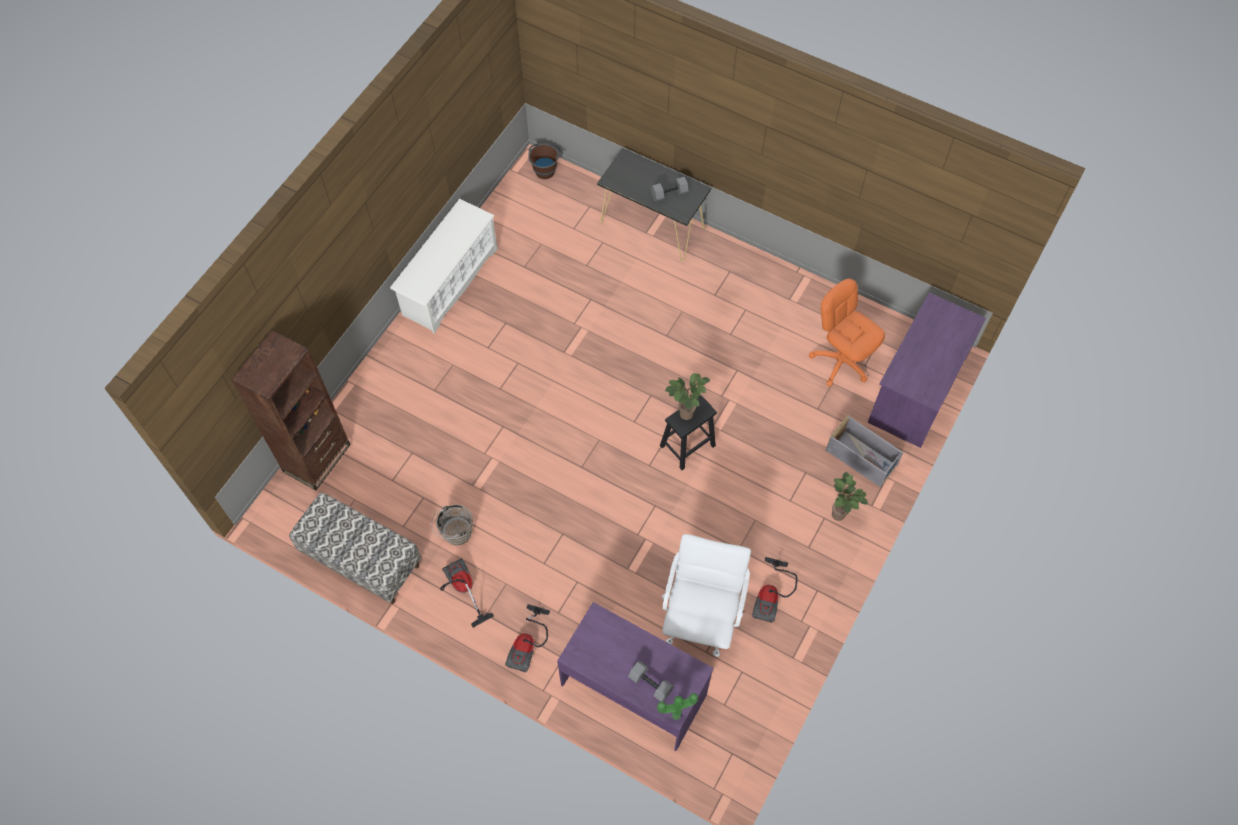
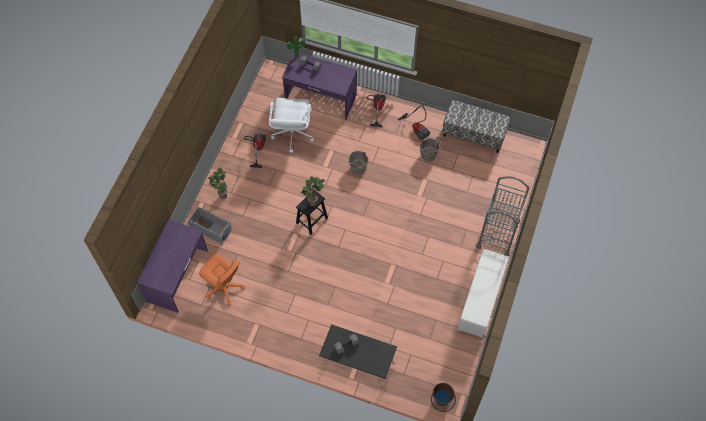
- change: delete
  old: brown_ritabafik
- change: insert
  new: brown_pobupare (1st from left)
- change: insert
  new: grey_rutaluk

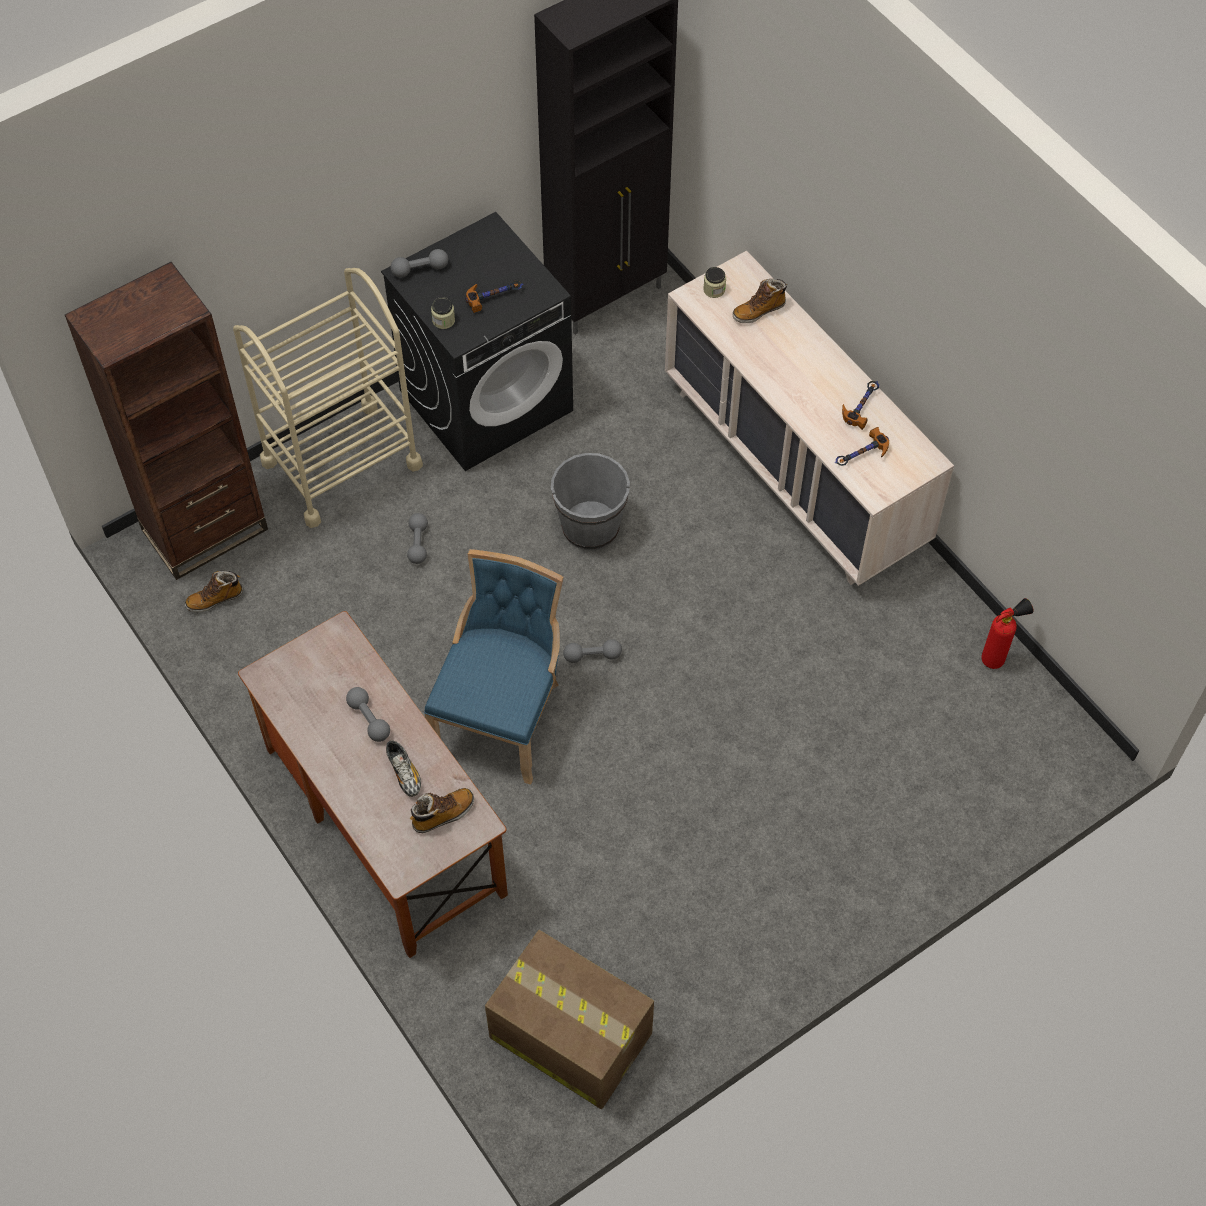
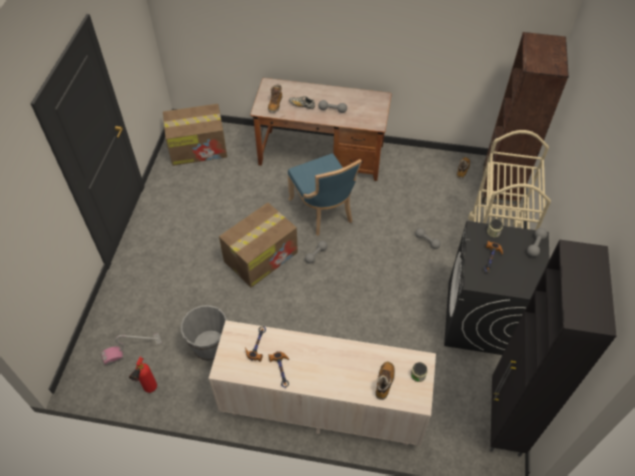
- change: move
  old: grey_pobupare
- change: insert
  new: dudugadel
- change: insert
  new: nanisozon (2nd from left)

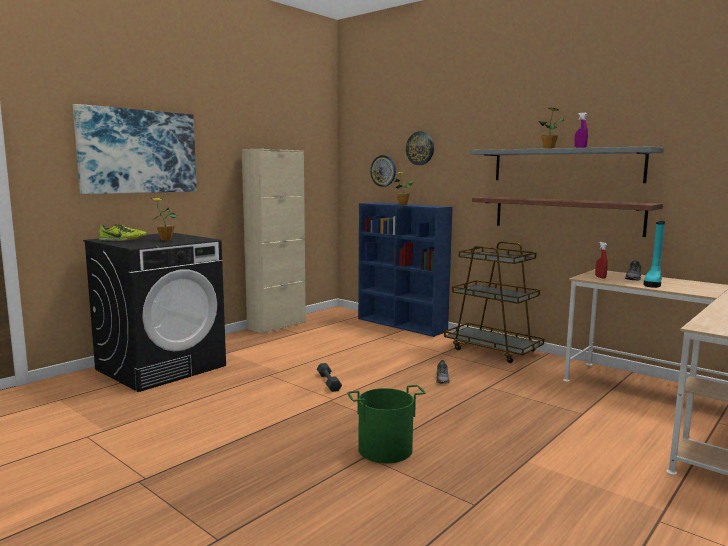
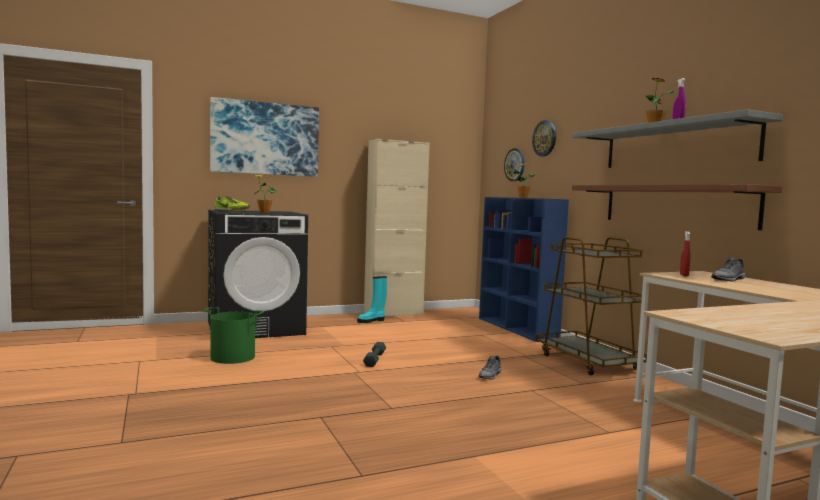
- change: move
  old: green_pobupare
- change: move
  old: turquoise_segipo

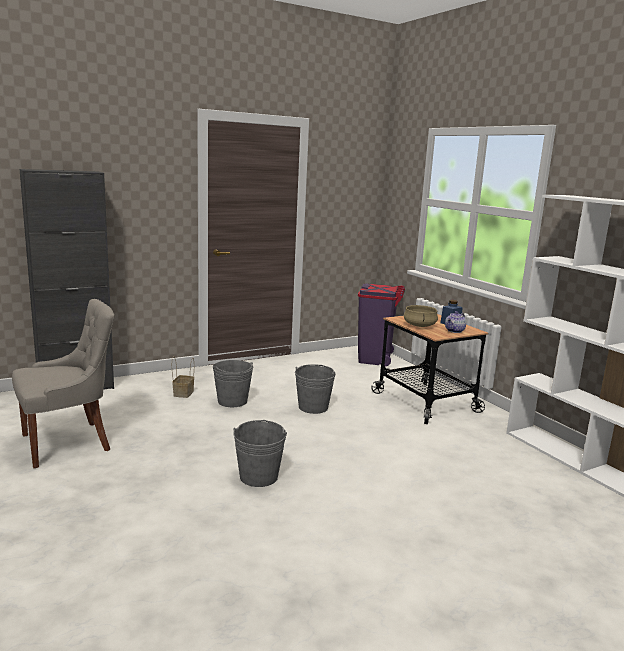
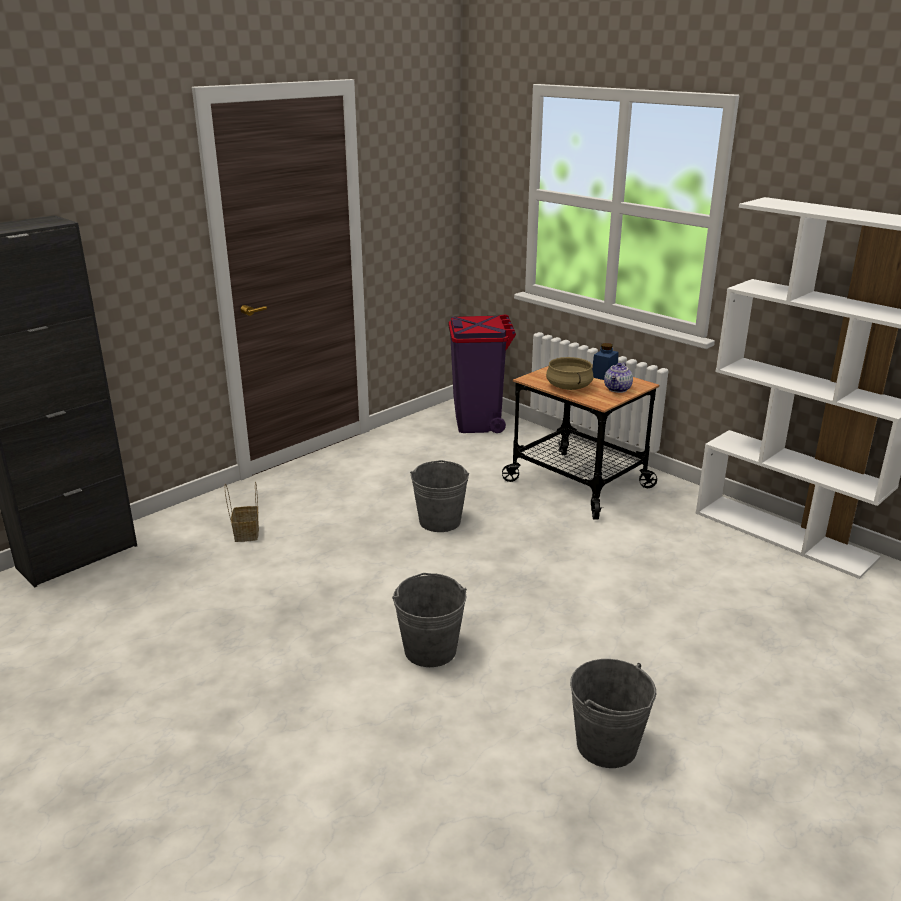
- change: delete
  old: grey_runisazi
- change: move
  old: grey_pobupare (1st from left in the first image)
  new: grey_pobupare (3rd from left)

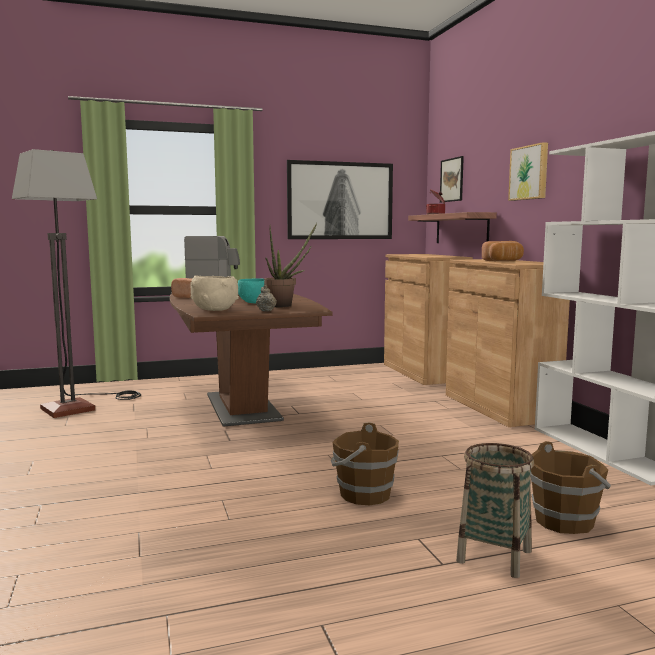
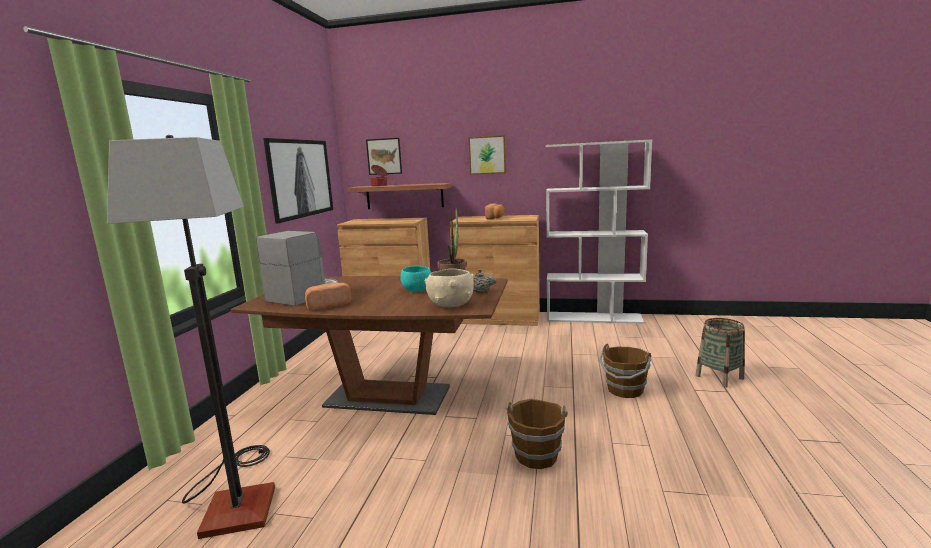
- change: move
  old: brown_pobupare (2nd from left in the first image)
  new: brown_pobupare (1st from left)

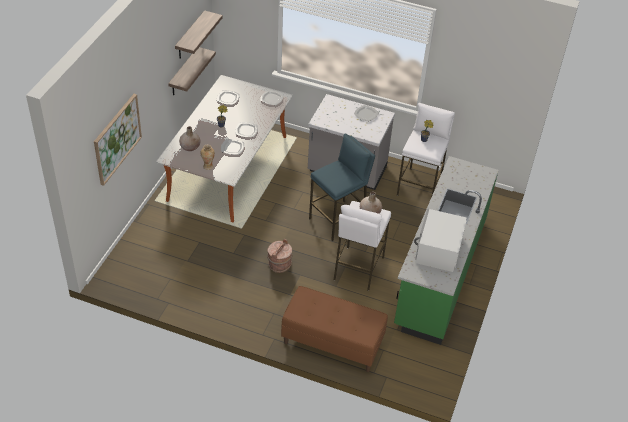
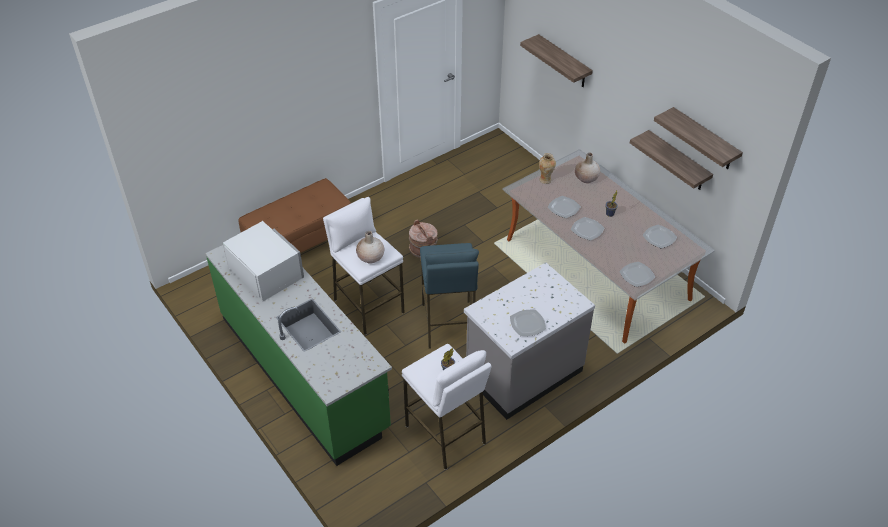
- change: replace
  old: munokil
  new: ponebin (1st from left)

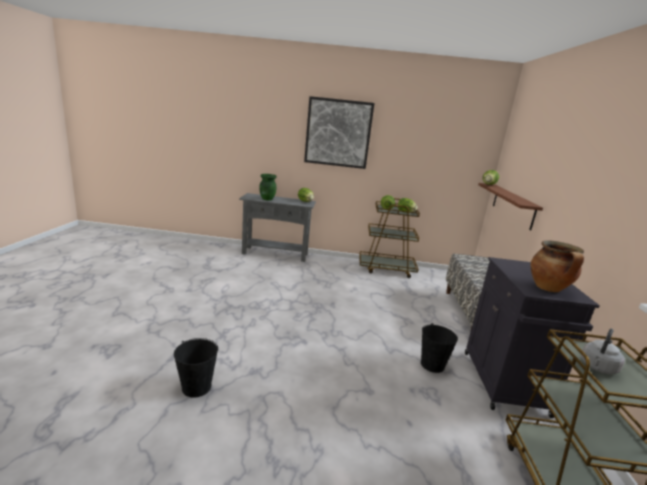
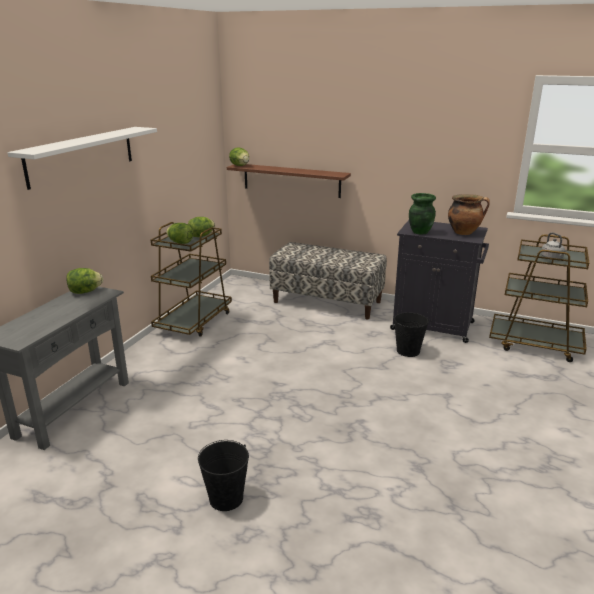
- change: move
  old: black_pobupare (1st from left)
- change: move
  old: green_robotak
- change: replace
  old: munokil
  new: white_ponebin

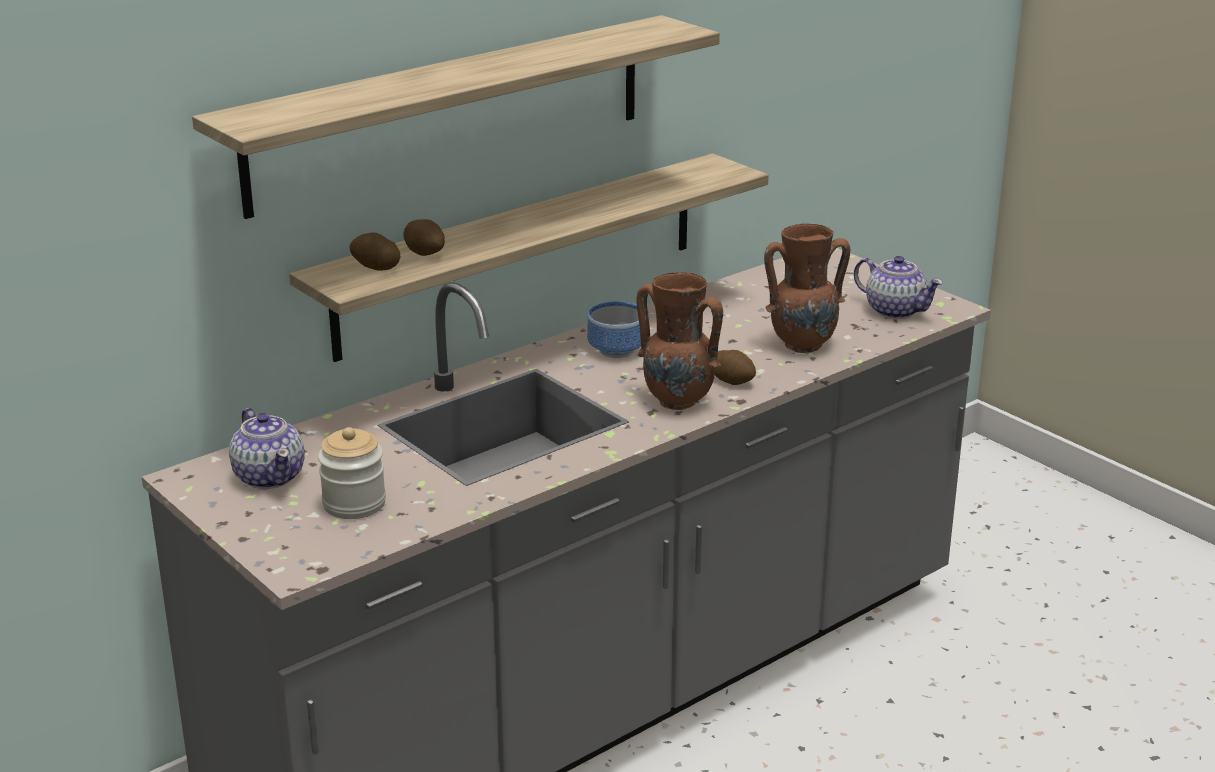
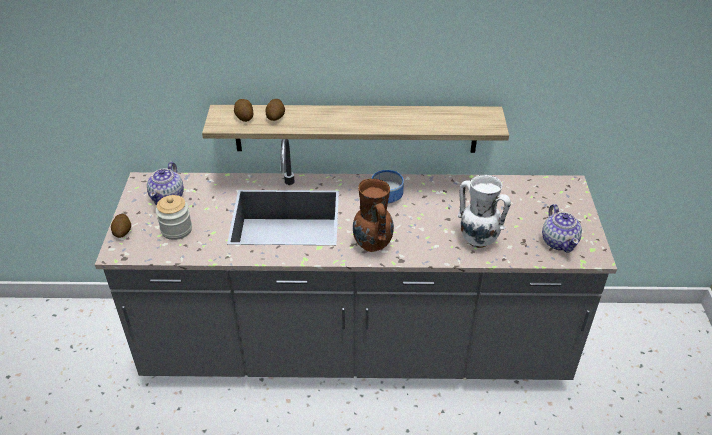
- change: delete
  old: ponebin (1st from left)
- change: move
  old: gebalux (3rd from left in the first image)
  new: gebalux (1st from left)
- change: recolor
  old: brown_robotak (2nd from left)
  new: white_robotak

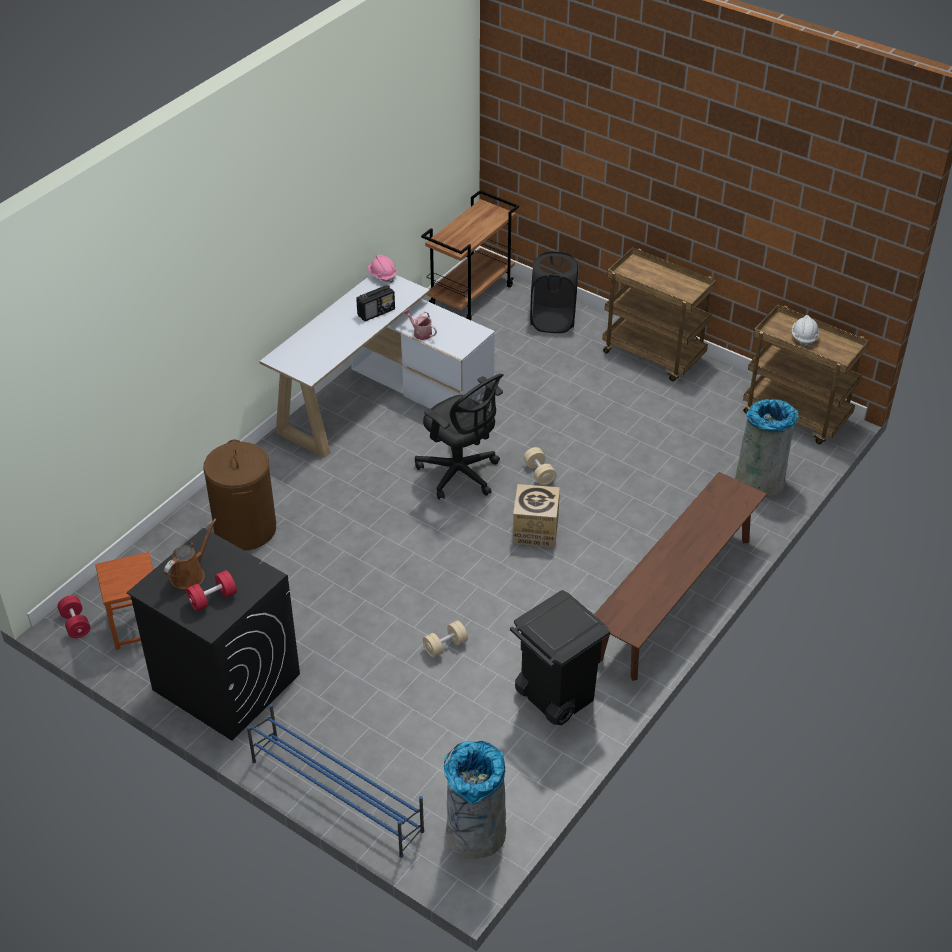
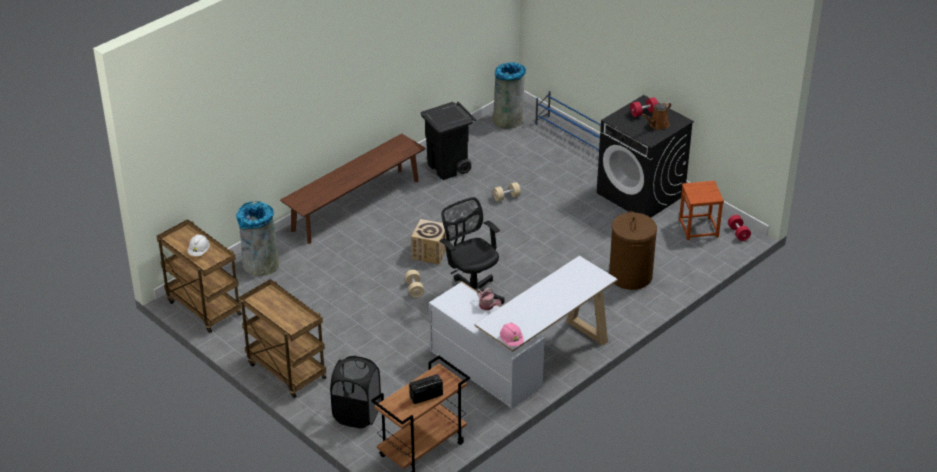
- change: move
  old: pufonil

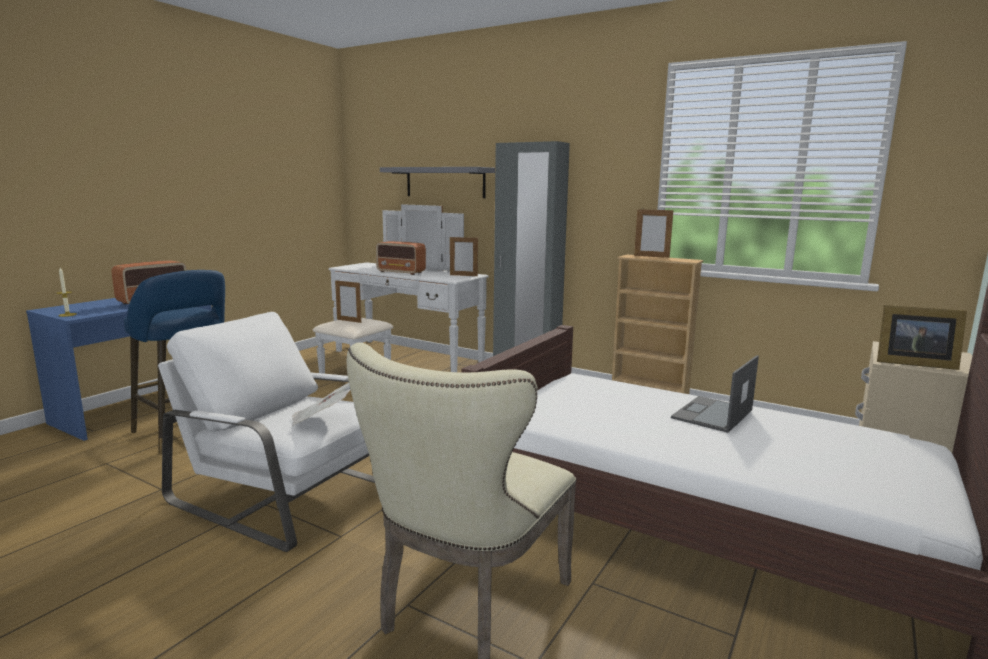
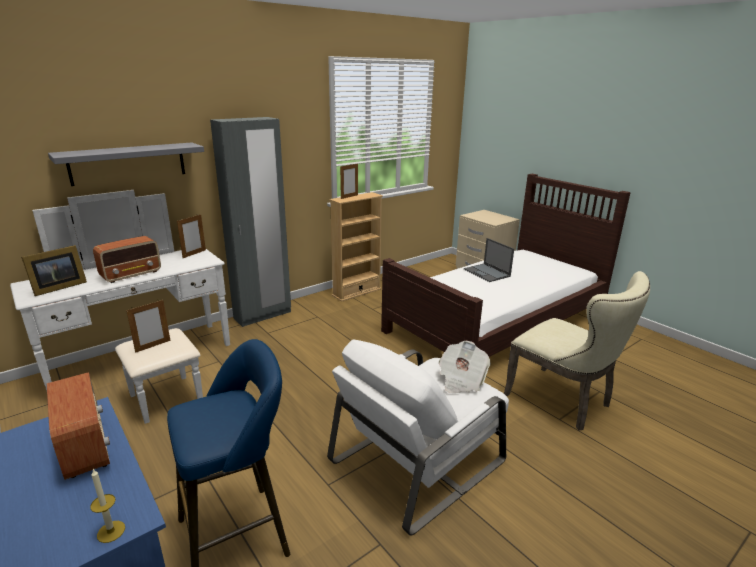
- change: move
  old: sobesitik (4th from left in the first image)
  new: sobesitik (1st from left)

